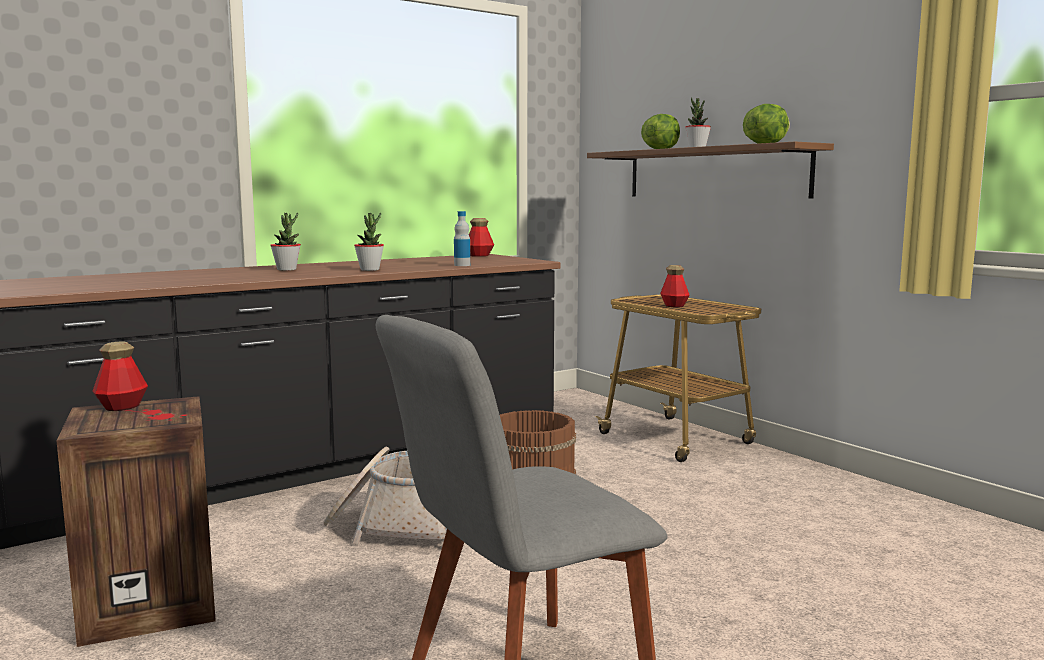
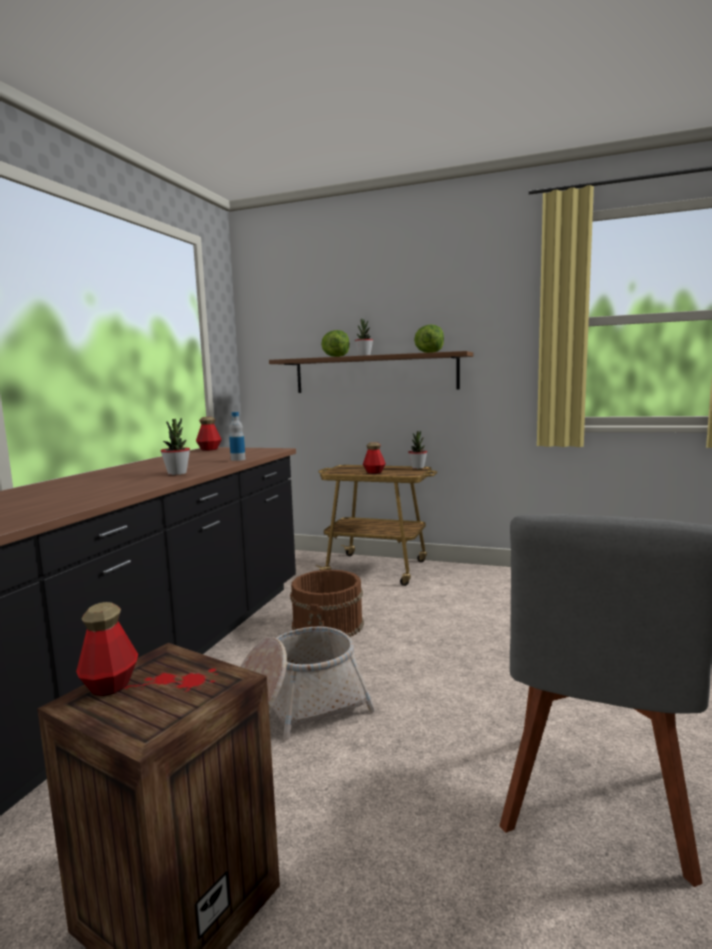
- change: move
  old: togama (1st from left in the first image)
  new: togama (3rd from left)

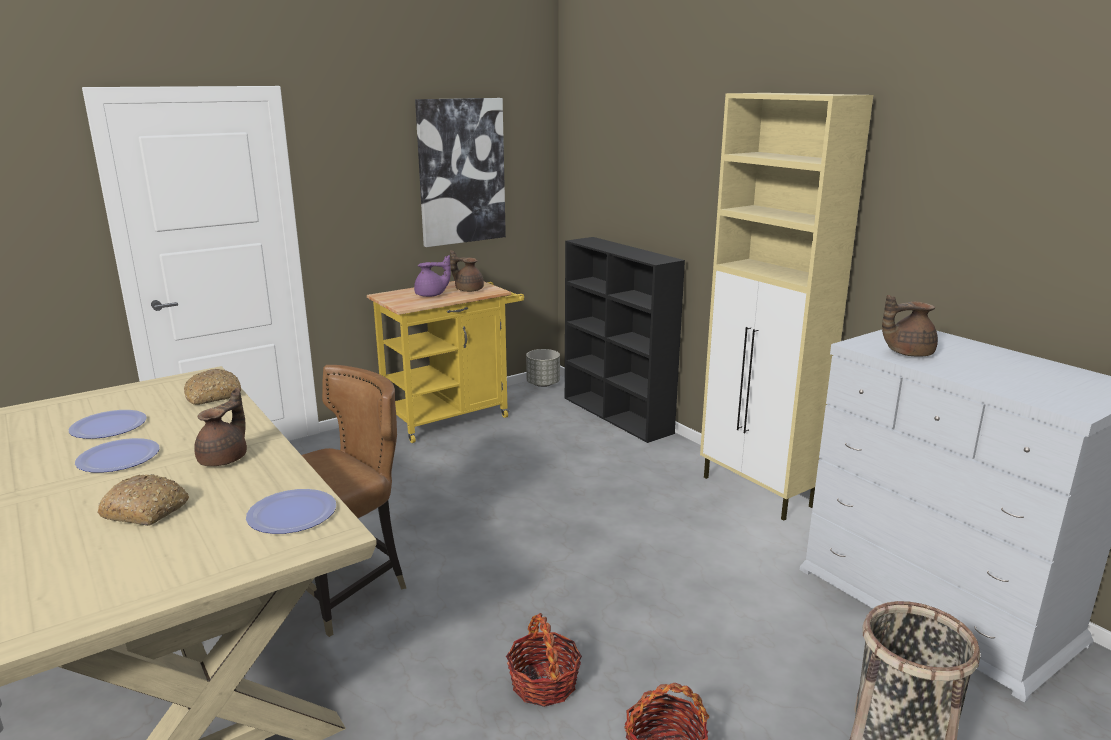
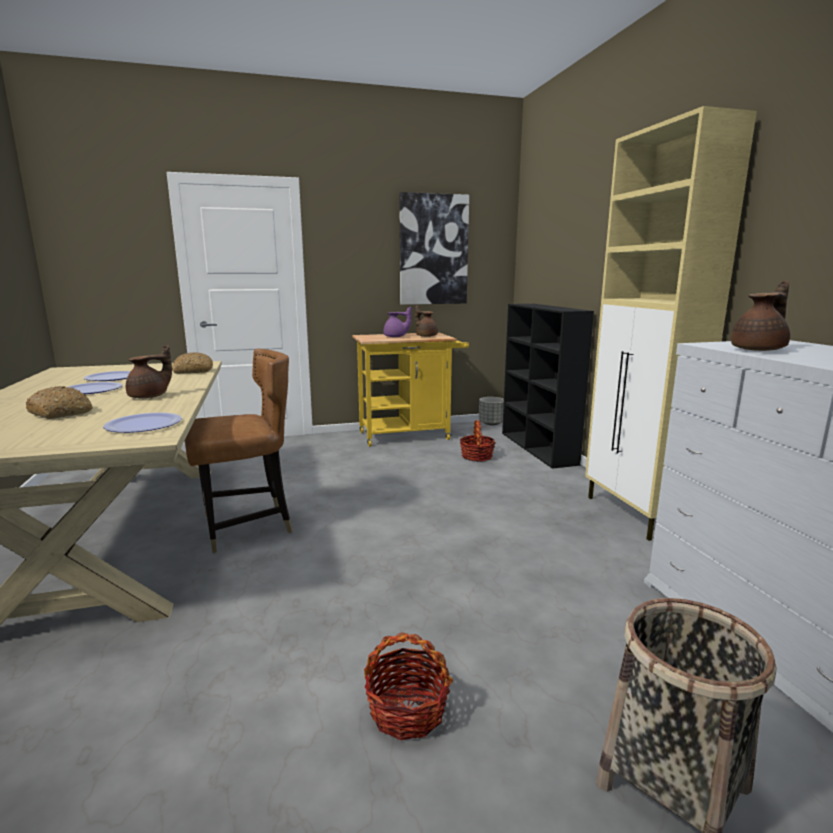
- change: move
  old: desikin (1st from left in the first image)
  new: desikin (2nd from left)
- change: rotate
  old: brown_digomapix (3rd from left)
  degrees: 135

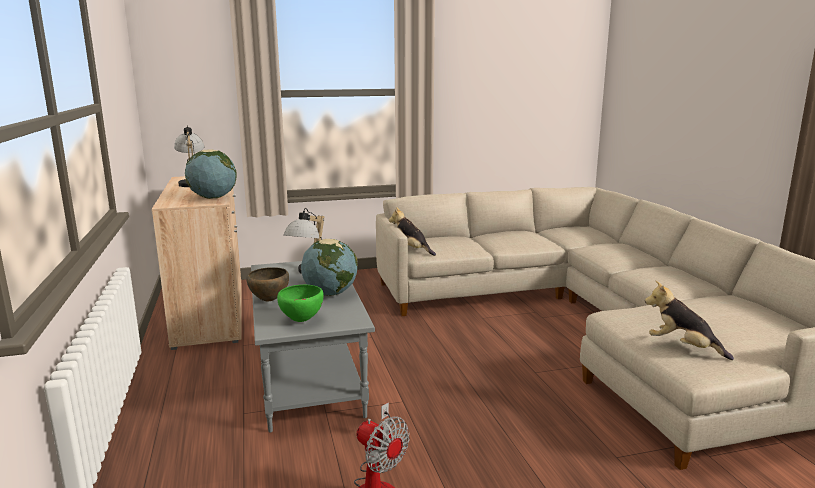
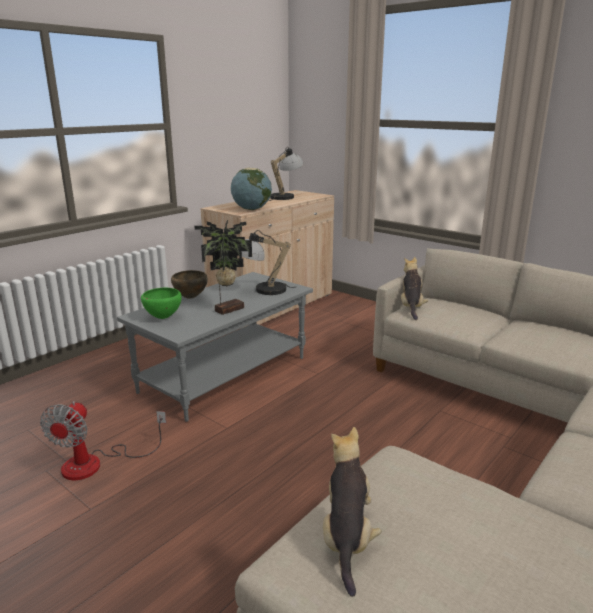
- change: replace
  old: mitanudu (2nd from left)
  new: togama

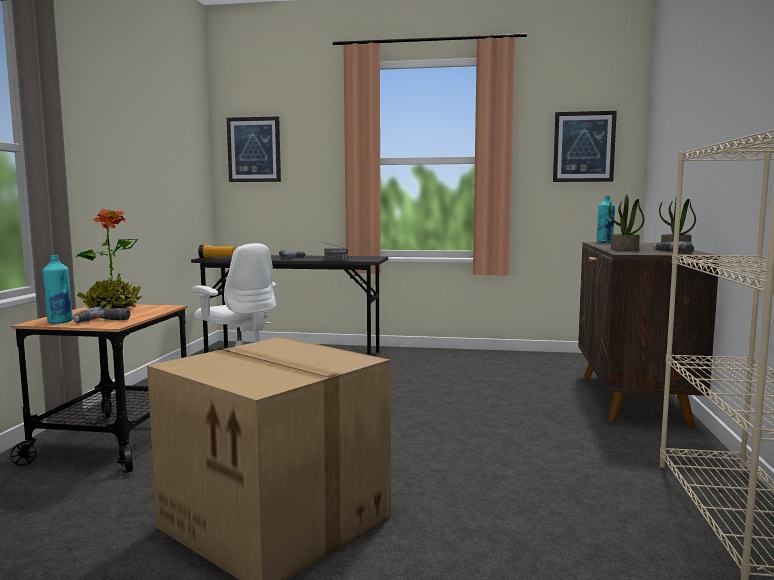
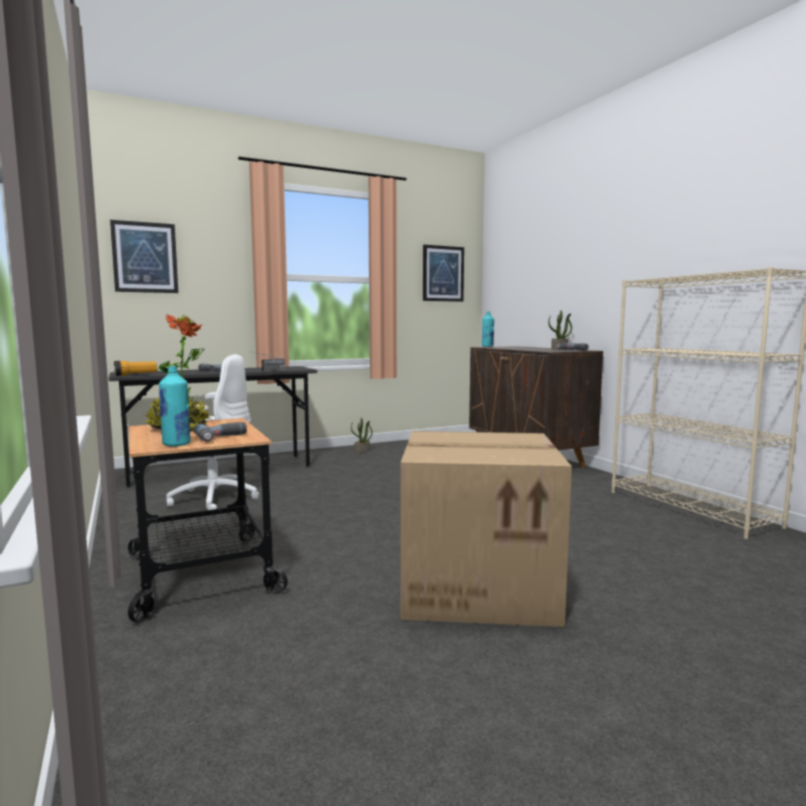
- change: move
  old: togama (2nd from left)

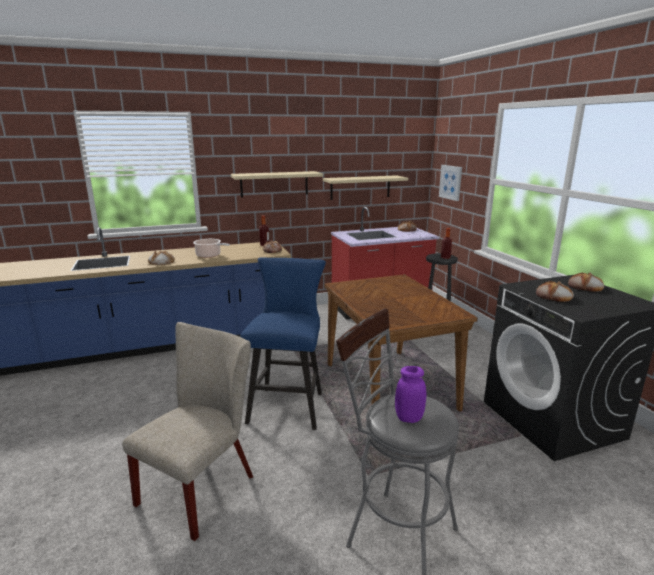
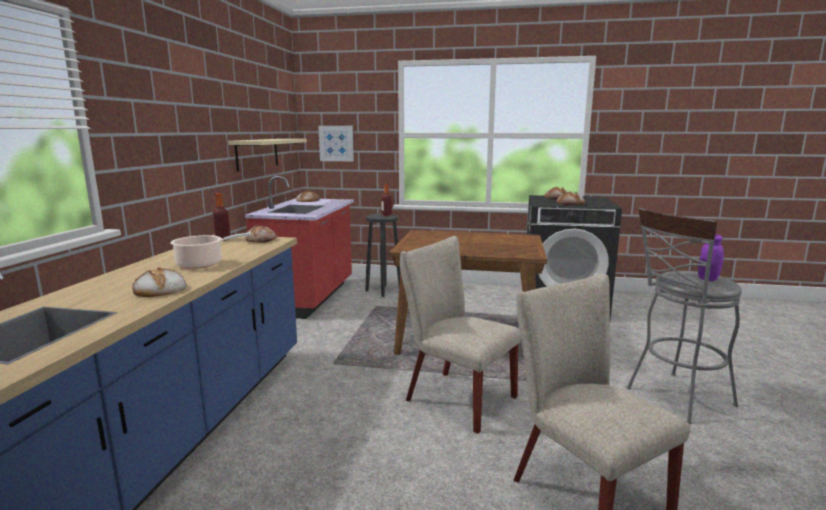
- change: delete
  old: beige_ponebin (1st from left)
- change: replace
  old: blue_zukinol
  new: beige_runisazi (1st from left)

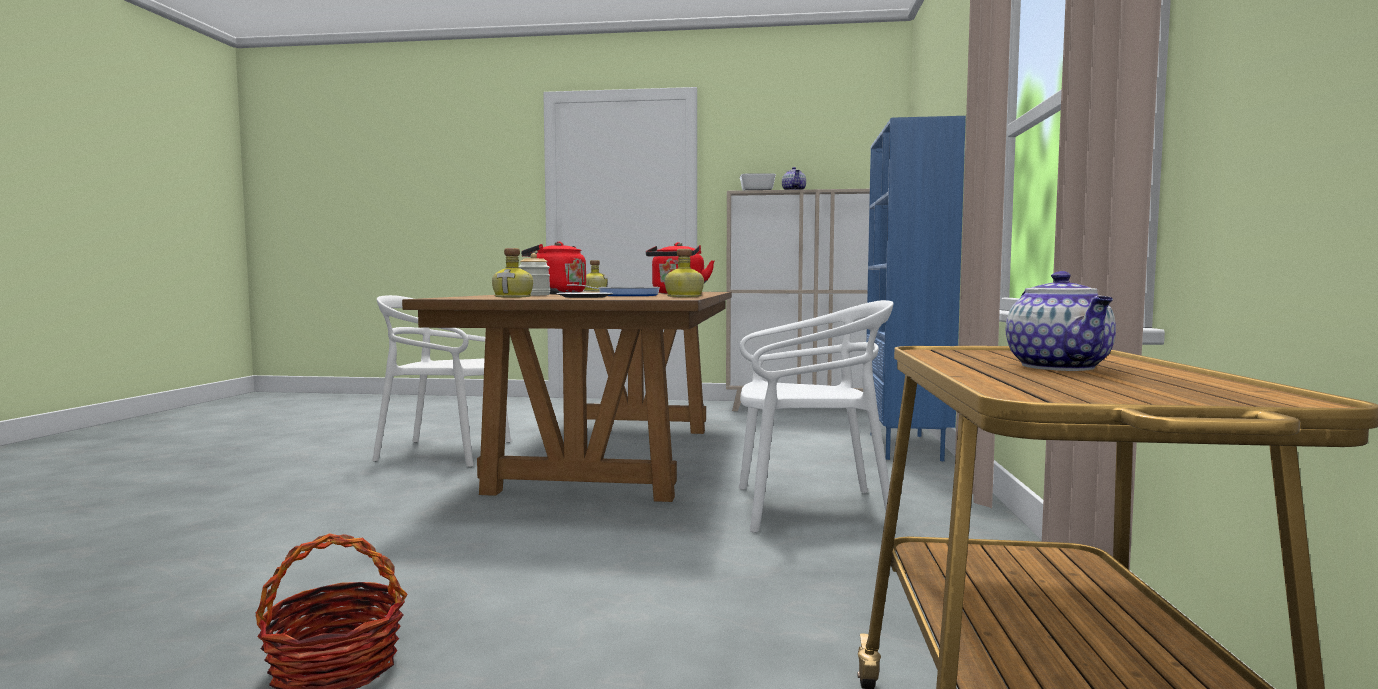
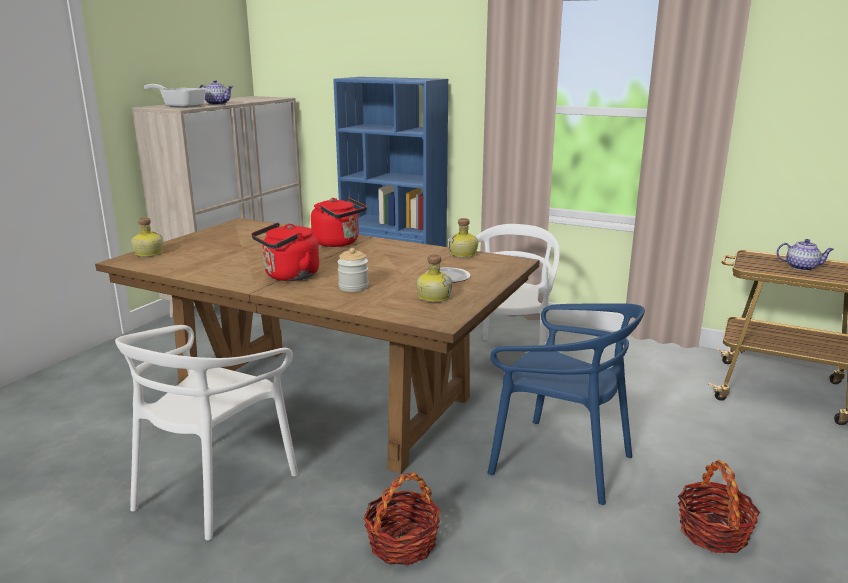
- change: delete
  old: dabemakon (1st from left)
- change: insert
  new: desikin (1st from left)
- change: insert
  new: blue_runisazi

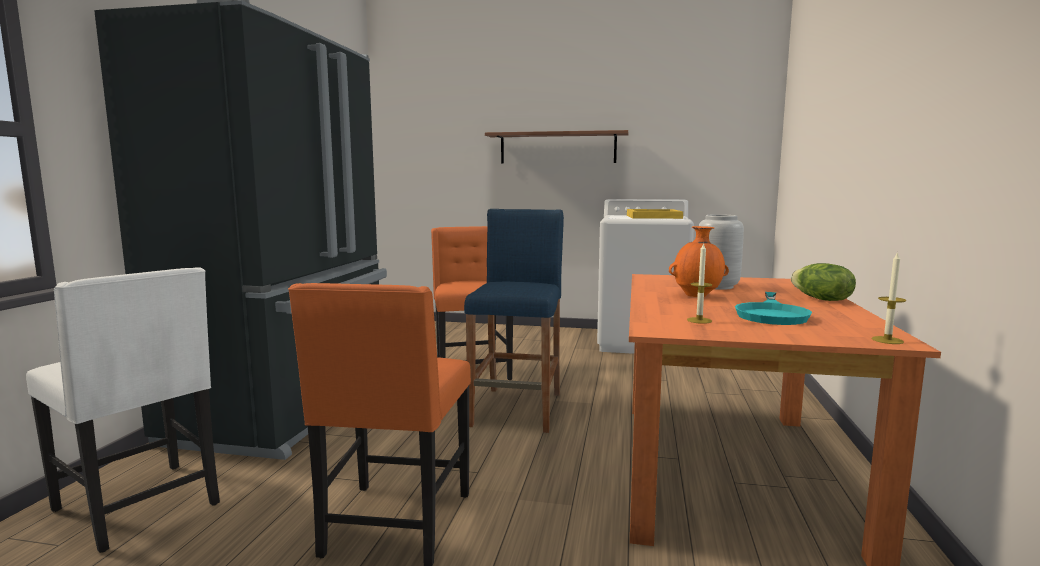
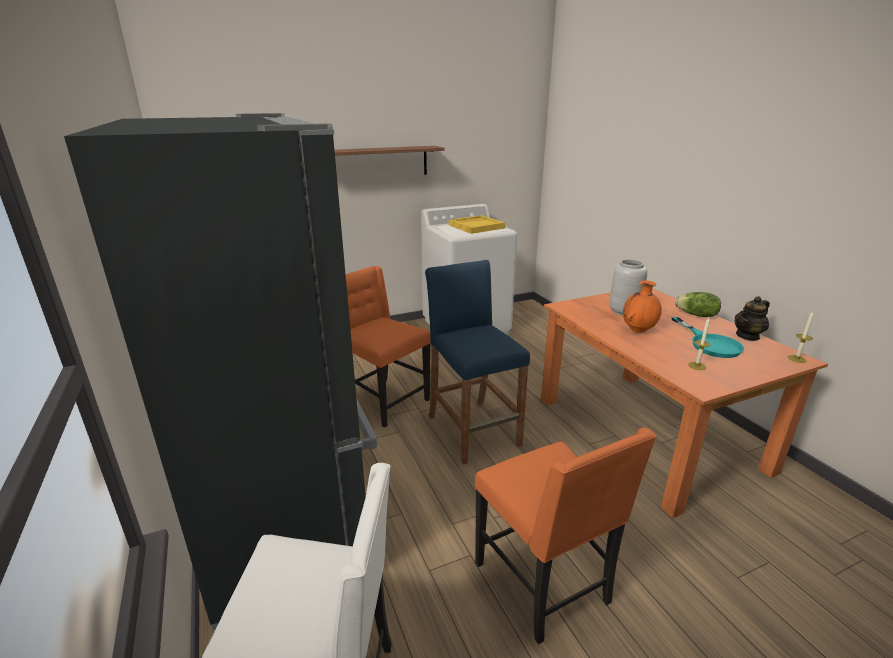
- change: insert
  new: digomapix

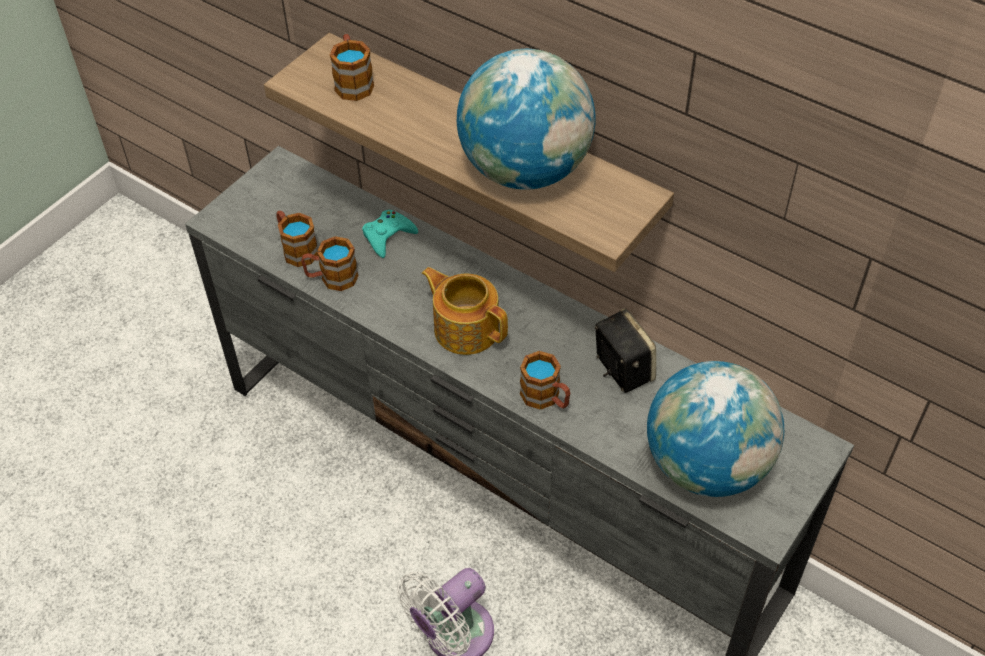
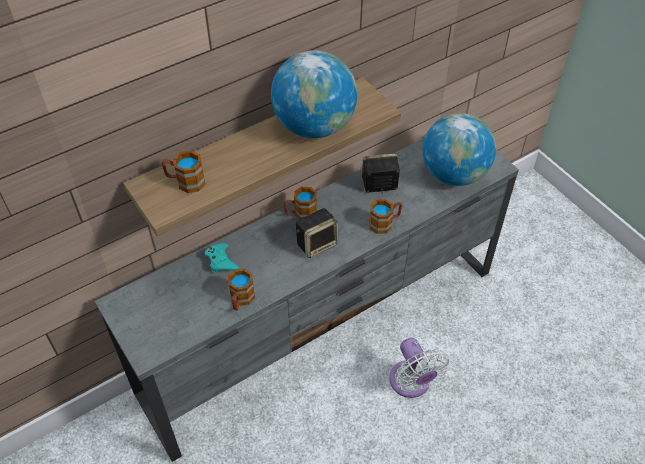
- change: move
  old: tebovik (1st from left in the first image)
  new: tebovik (3rd from left)
- change: replace
  old: digomapix
  new: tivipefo (1st from left)

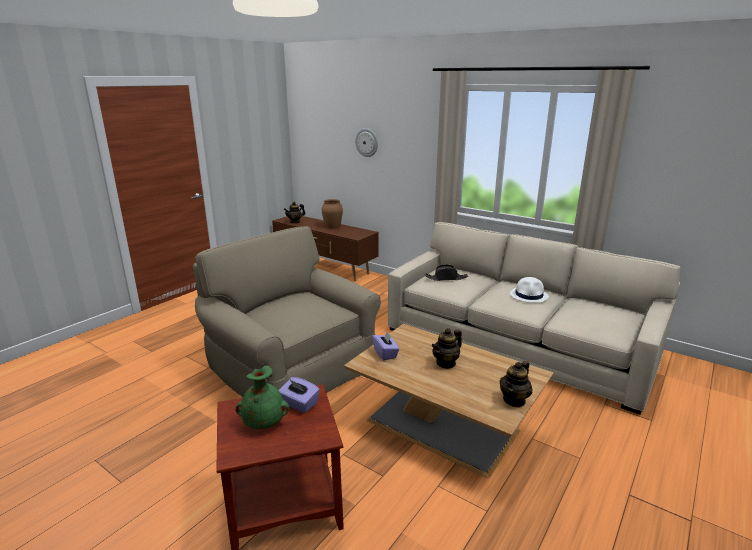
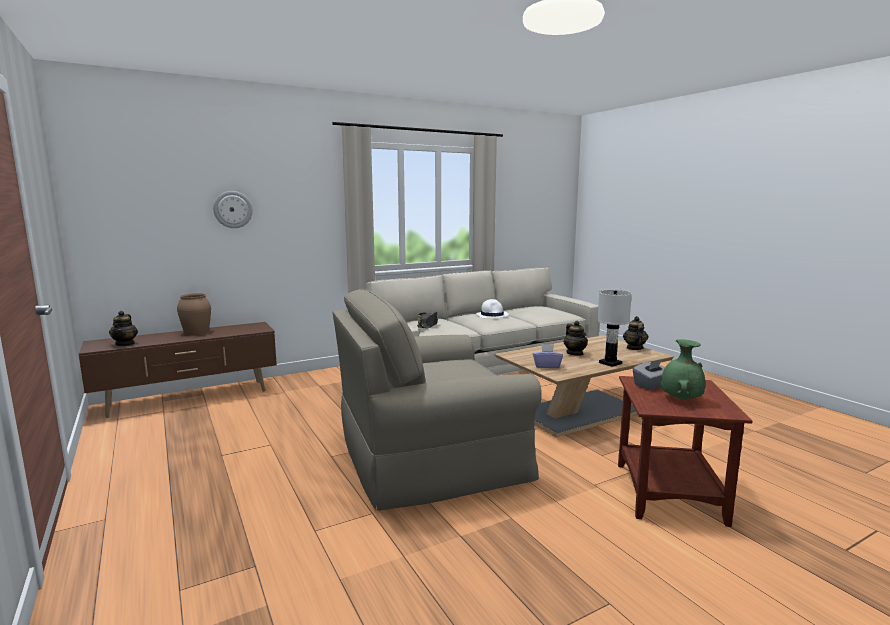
- change: recolor
  old: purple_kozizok (1st from left)
  new: grey_kozizok
- change: rotate
  old: digomapix (3rd from left)
  degrees: -150
- change: insert
  new: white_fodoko

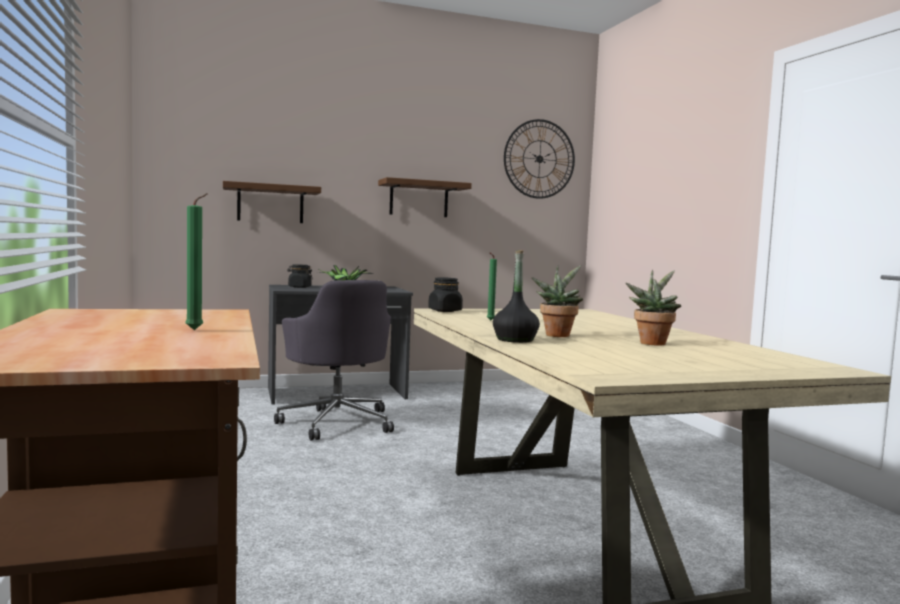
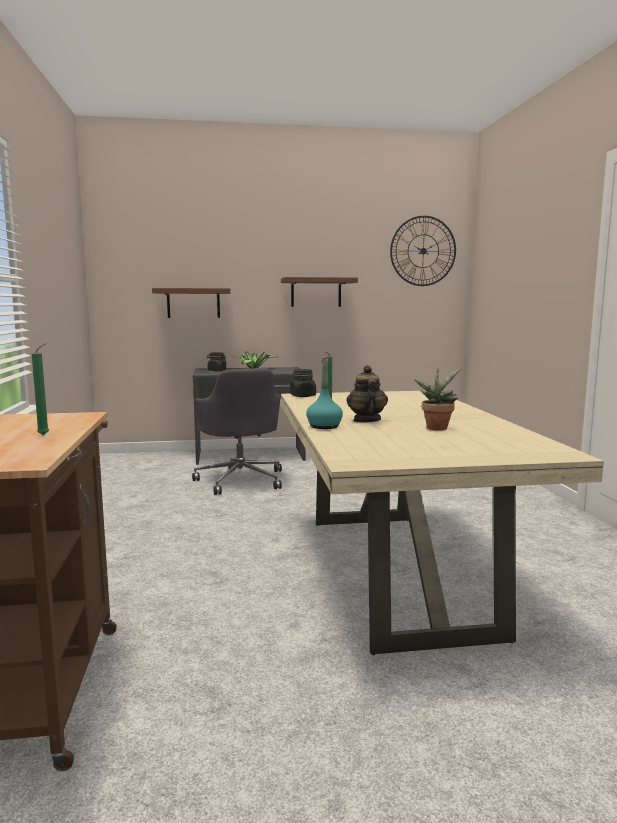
- change: recolor
  old: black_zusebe
  new: turquoise_zusebe
- change: replace
  old: togama (2nd from left)
  new: digomapix

